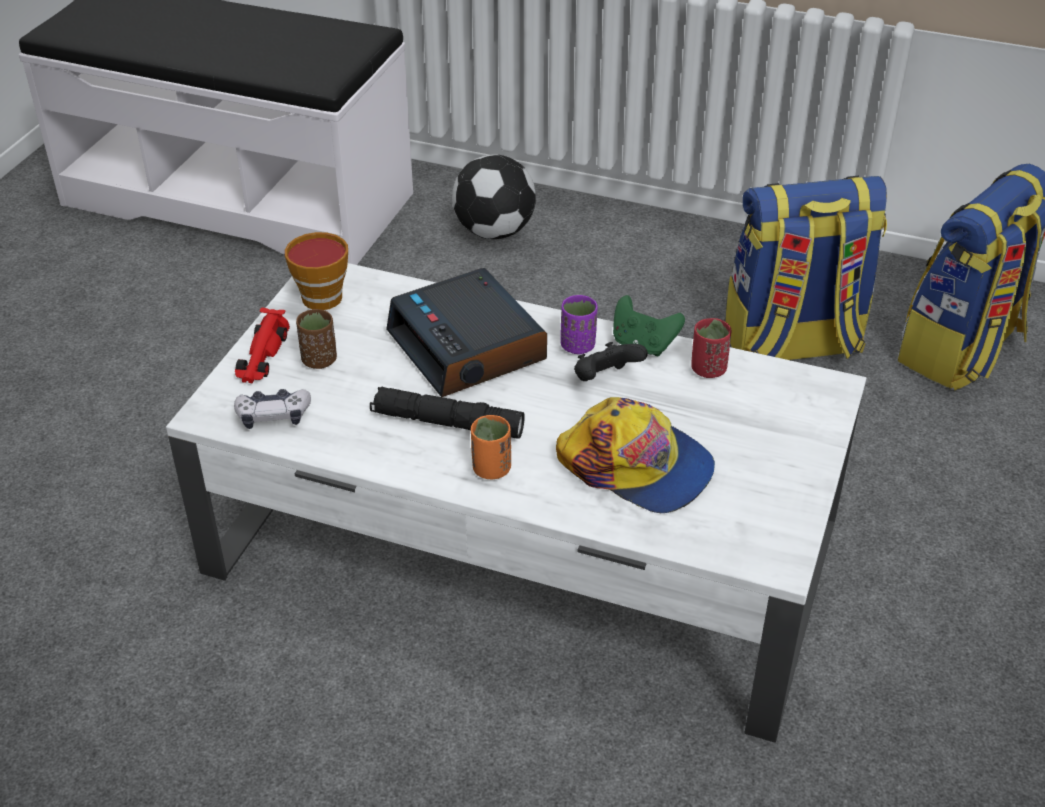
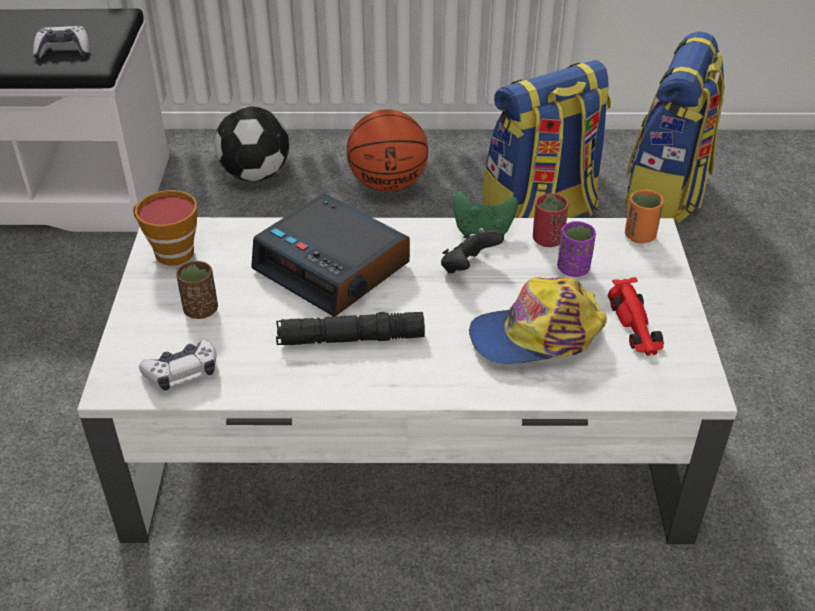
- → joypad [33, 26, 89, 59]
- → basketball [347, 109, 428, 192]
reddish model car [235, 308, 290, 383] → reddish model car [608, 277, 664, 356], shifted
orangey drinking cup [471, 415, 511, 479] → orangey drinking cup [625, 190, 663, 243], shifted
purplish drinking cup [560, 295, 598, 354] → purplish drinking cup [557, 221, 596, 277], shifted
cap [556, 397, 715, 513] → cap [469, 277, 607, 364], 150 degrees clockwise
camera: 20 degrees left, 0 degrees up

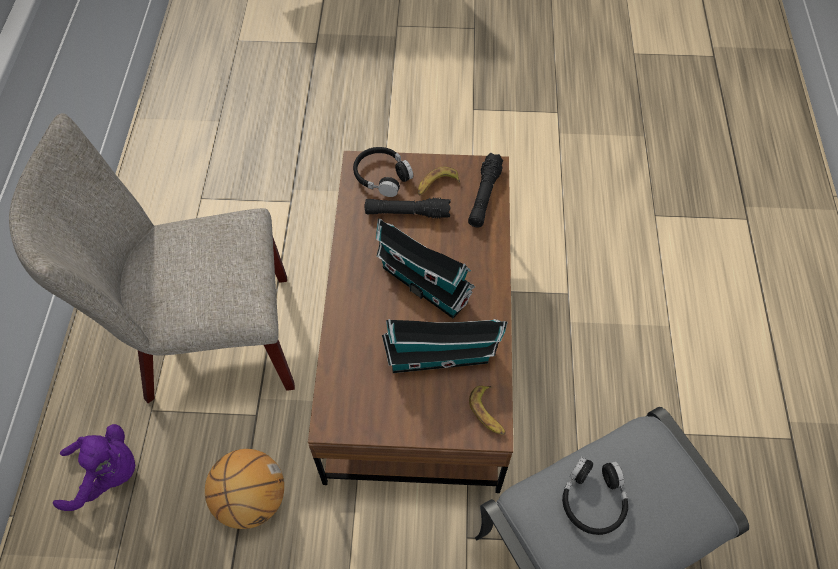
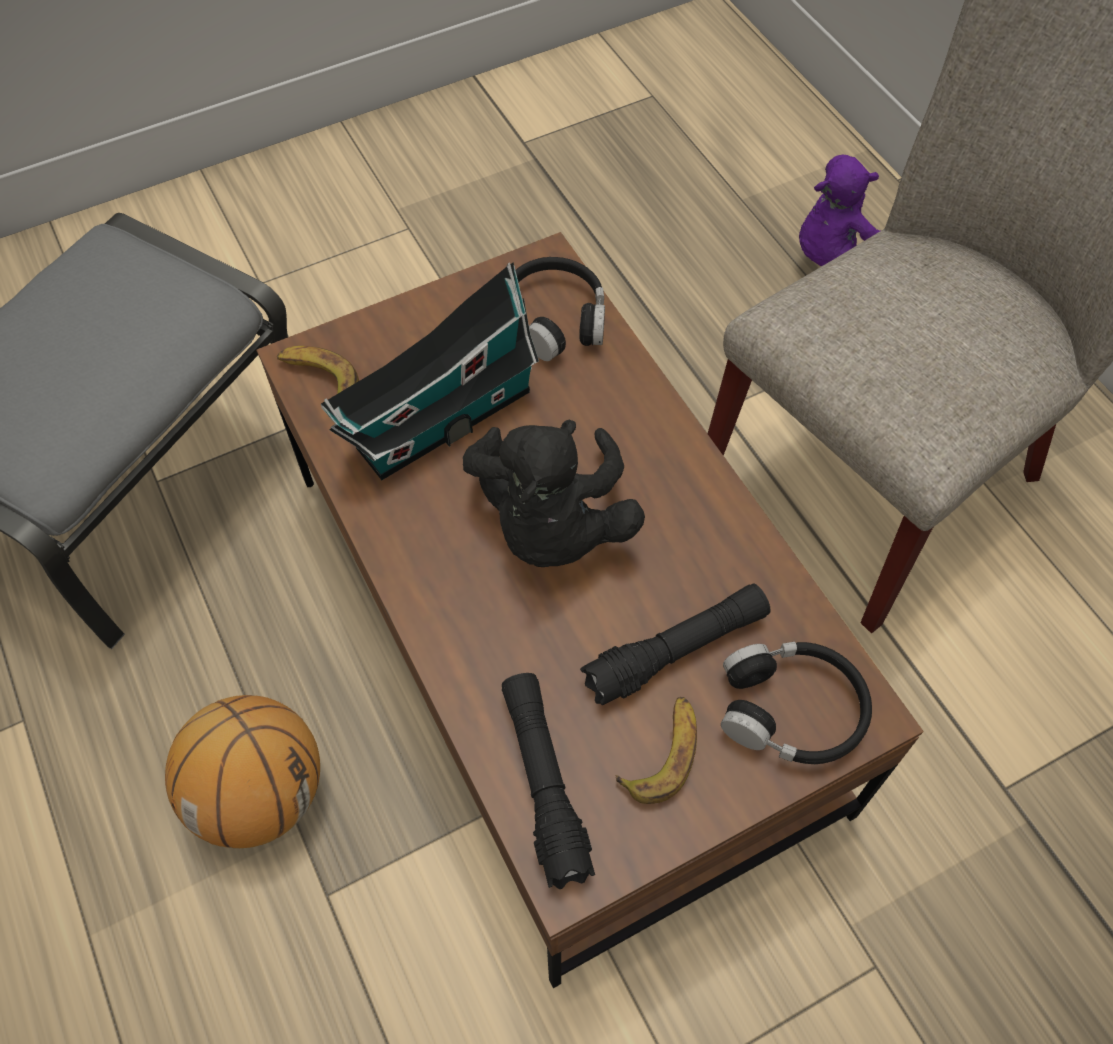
basketball [205, 449, 284, 529] → basketball [165, 695, 320, 848], shifted
blackish headset [562, 456, 628, 535] → blackish headset [516, 257, 605, 361], shifted
miniature house [376, 218, 475, 318] → blackish plush toy [463, 420, 645, 567]
camera: 150 degrees right, 0 degrees up

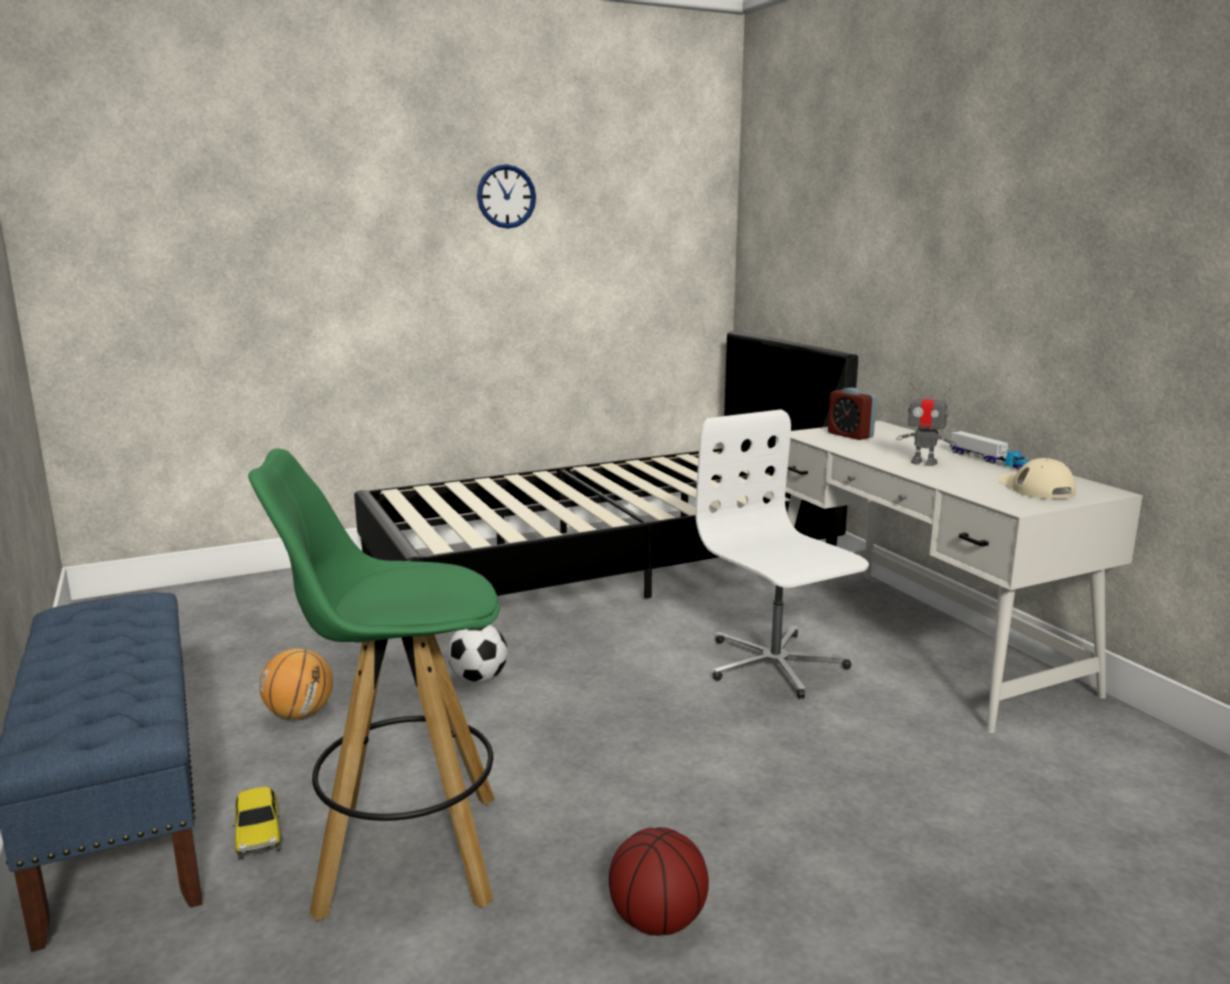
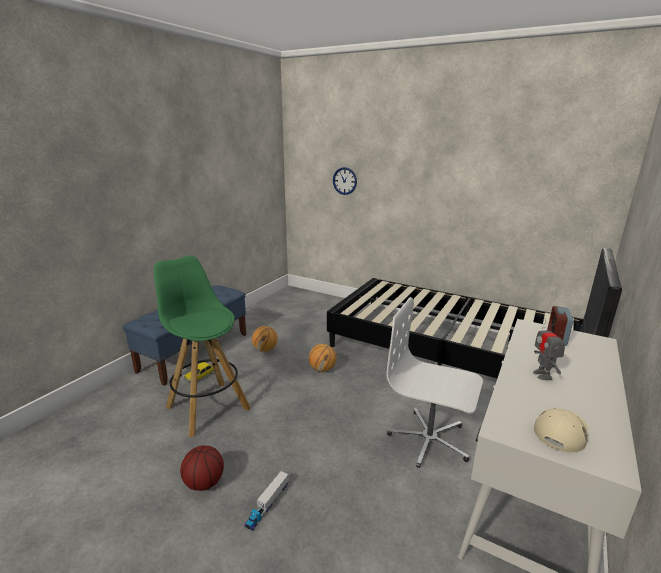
hanging clock [477, 164, 536, 229] → hanging clock [333, 167, 357, 195], shifted
toy lorry [950, 431, 1029, 471] → toy lorry [244, 471, 289, 531], shifted
ball for football [448, 625, 508, 683] → basketball [309, 344, 337, 372]
whitish computer chair [695, 409, 869, 699] → whitish computer chair [387, 297, 483, 468], 90 degrees counterclockwise
camera: 55 degrees right, 5 degrees up

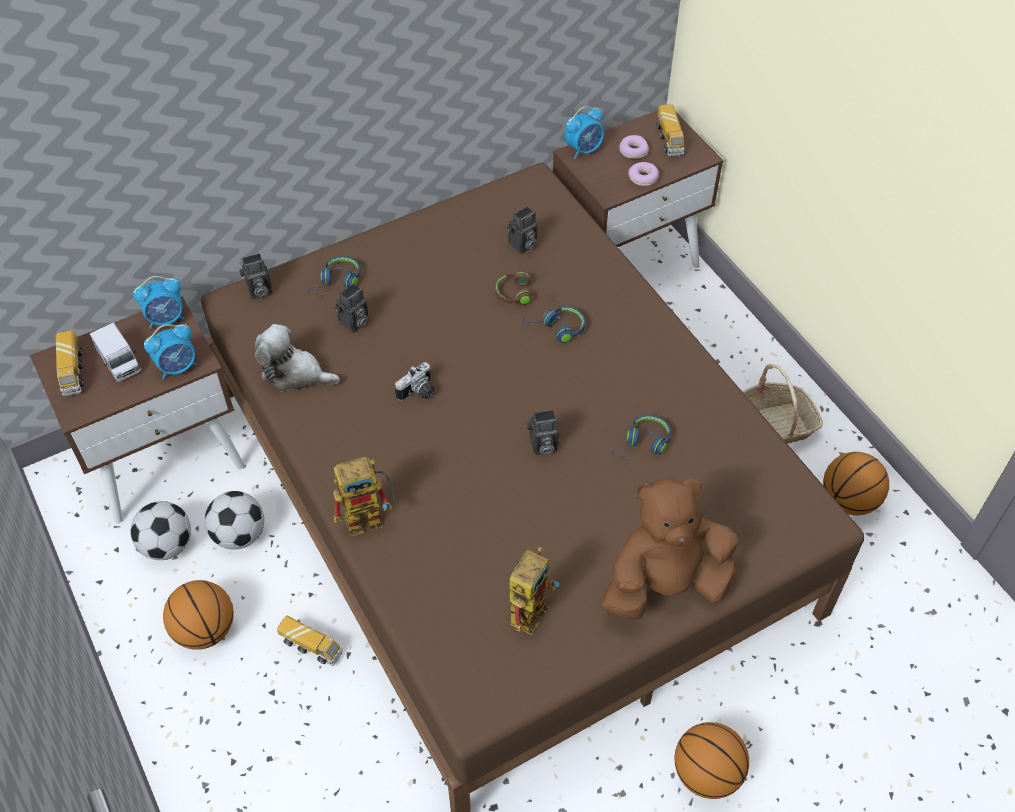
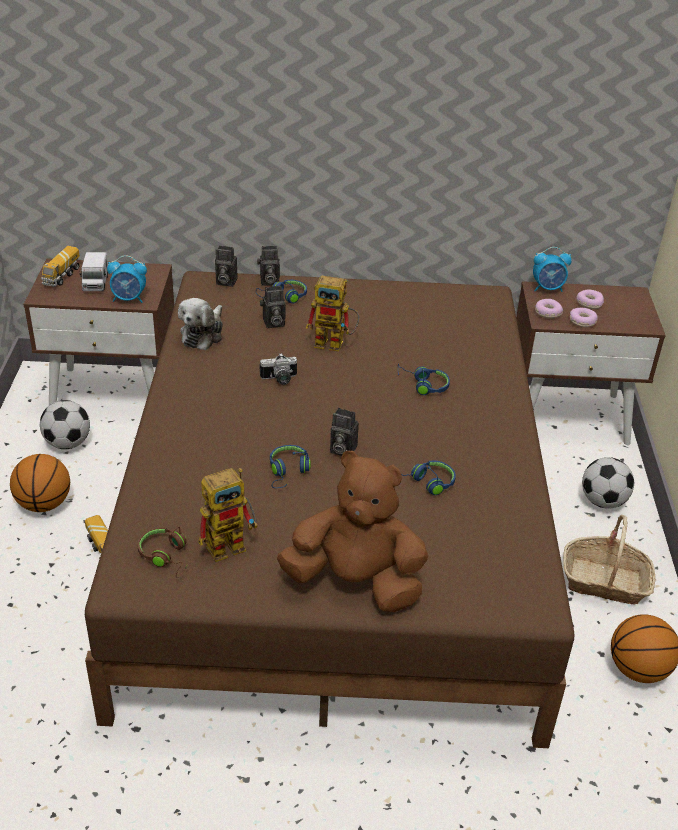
table clock [133, 276, 185, 329] → -
toy lorry [657, 104, 685, 157] → -
basketball [675, 722, 749, 799] → -
- → bluish headset [270, 445, 311, 488]
- → doughnut [535, 299, 563, 318]
ball for football [205, 491, 264, 550] → ball for football [582, 457, 634, 509], shifted
model robot [333, 456, 394, 537] → model robot [306, 276, 360, 352], shifted
brown-coloured headset [495, 267, 550, 305] → brown-coloured headset [137, 527, 188, 578], shifted
photo camera [506, 207, 537, 254] → photo camera [257, 246, 280, 286], shifted
plush toy [255, 324, 340, 391] → plush toy [178, 298, 223, 350], 120 degrees counterclockwise
camera: 30 degrees right, 15 degrees down

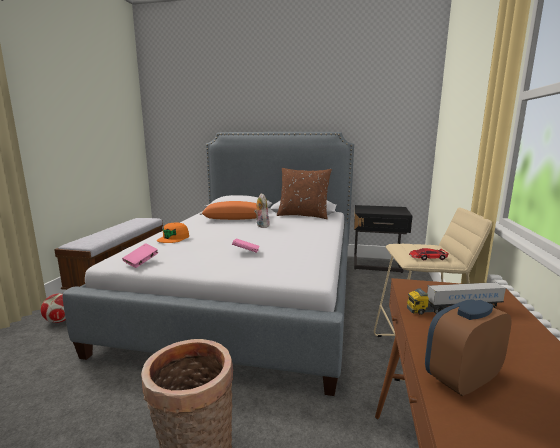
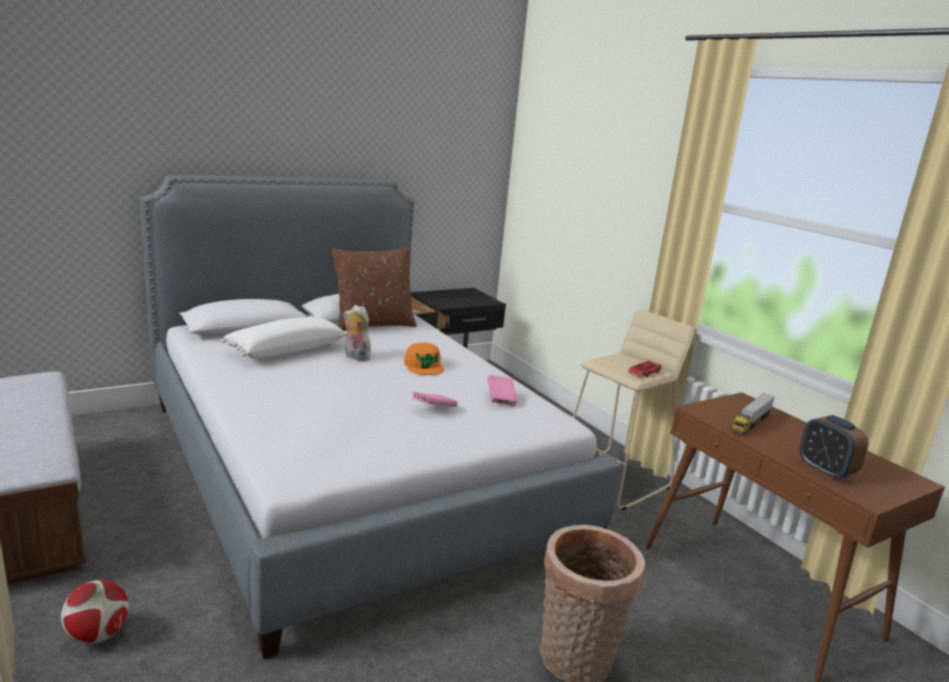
pink-coloured book [122, 243, 158, 268] → pink-coloured book [487, 375, 518, 406], shifted
orangey cap [157, 222, 189, 243] → orangey cap [404, 343, 444, 375], shifted
orangey cushion [200, 201, 269, 220] → whitish cushion [221, 317, 347, 359]
table clock [425, 299, 511, 396] → table clock [799, 415, 868, 480], 45 degrees counterclockwise
camera: 45 degrees left, 5 degrees up

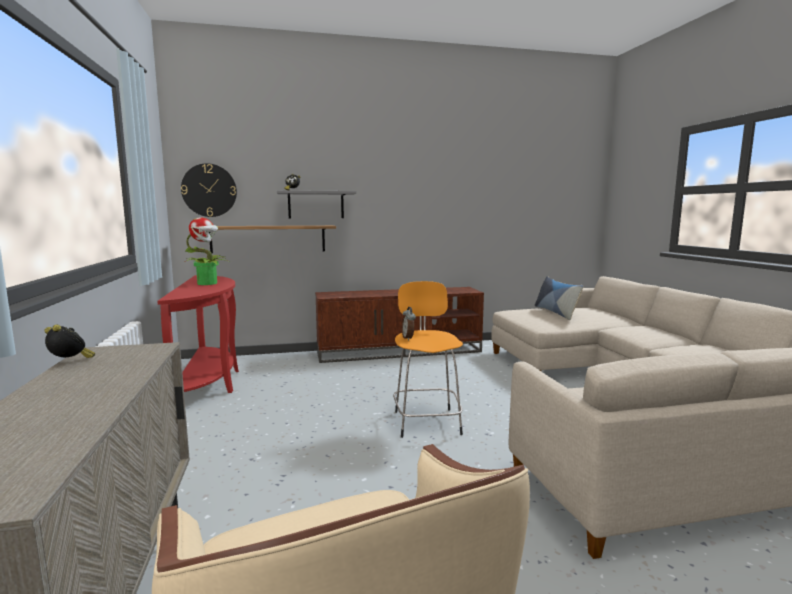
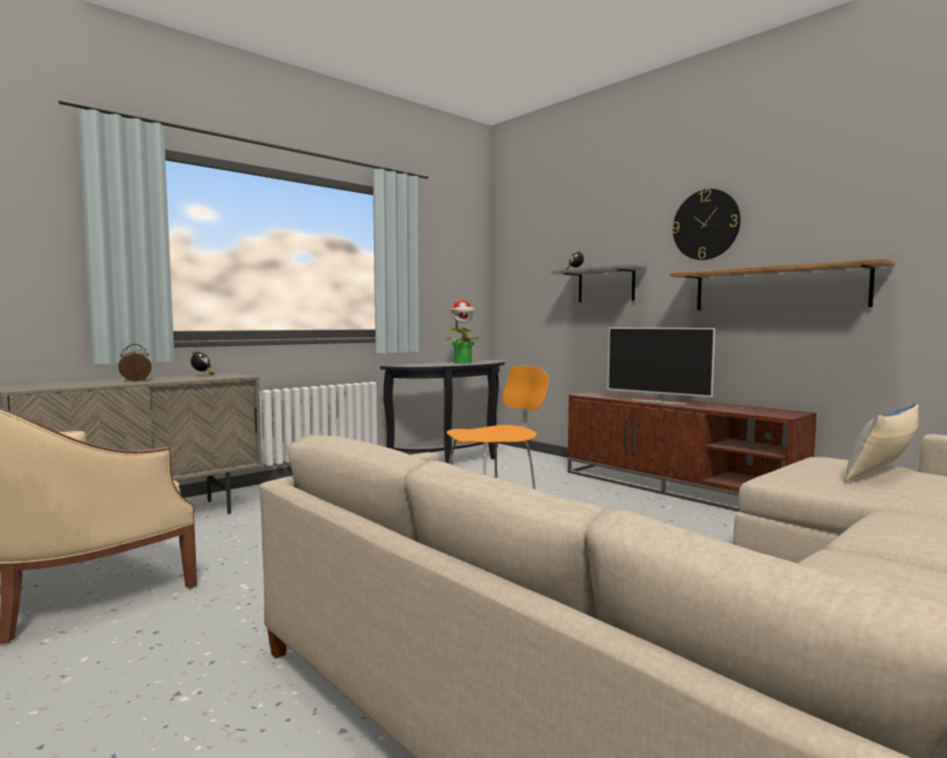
- → TV set [608, 328, 715, 404]
hanging clock [181, 163, 237, 217] → hanging clock [672, 189, 741, 260], shifted
bracket shelf [209, 225, 336, 253] → bracket shelf [670, 259, 895, 310], shifted
table clock [402, 307, 416, 341] → table clock [118, 344, 152, 382], shifted
reddish narrow table [157, 275, 239, 393] → blackish narrow table [380, 360, 505, 464]
camera: 60 degrees right, 5 degrees down

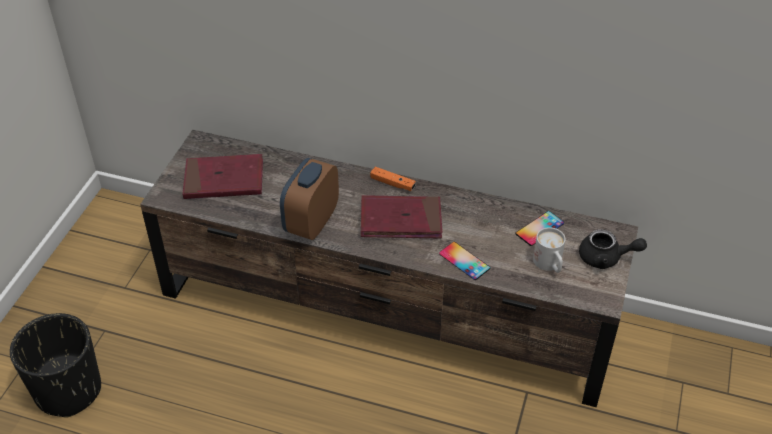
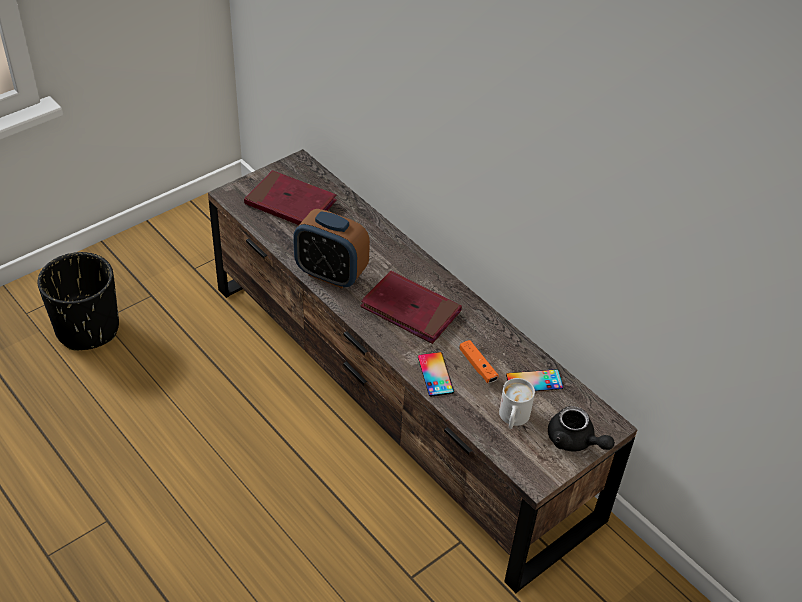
orangey joypad [370, 167, 416, 191] → orangey joypad [459, 340, 498, 383], shifted
table clock [280, 158, 339, 240] → table clock [293, 209, 370, 288], 120 degrees counterclockwise
camera: 30 degrees right, 0 degrees up

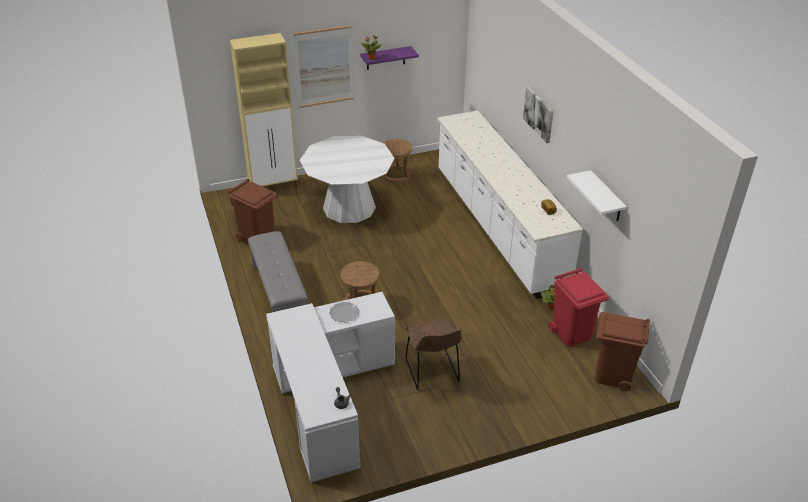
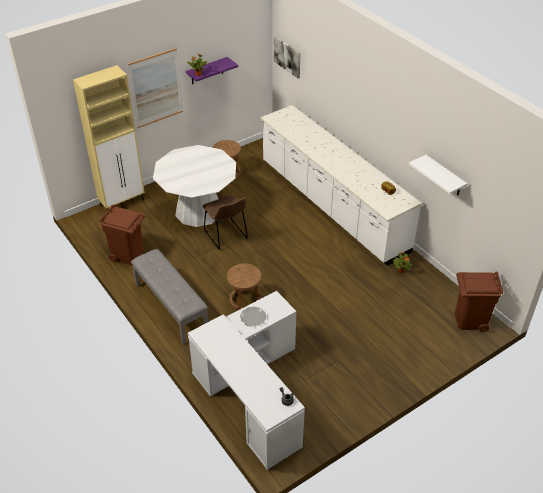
reddish waste bin [549, 268, 609, 347] → -
brown-coloured plain chair [405, 319, 462, 390] → brown-coloured plain chair [202, 195, 248, 249], shifted
wall art [523, 87, 554, 143] → wall art [274, 36, 300, 78], shifted
camera: 15 degrees left, 5 degrees up

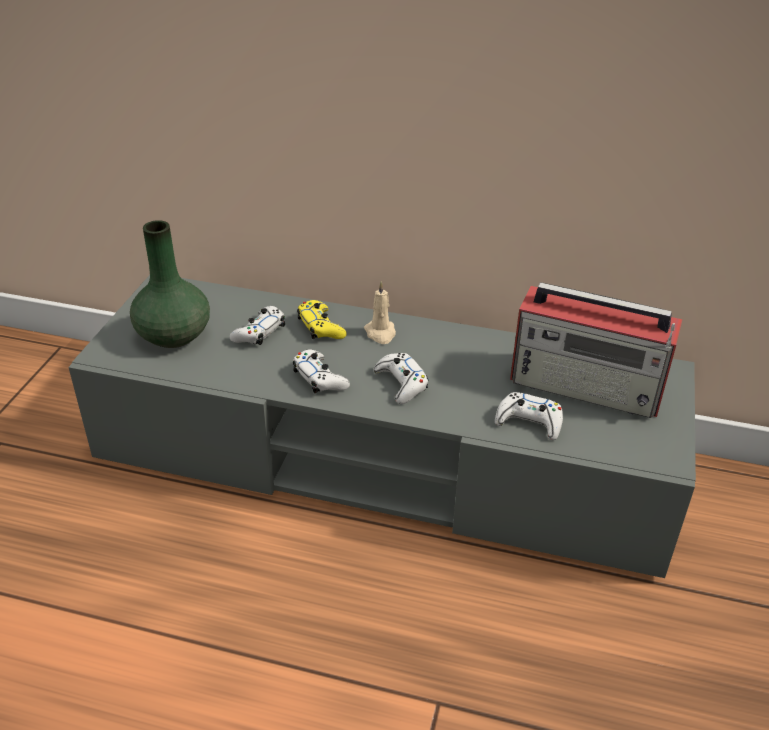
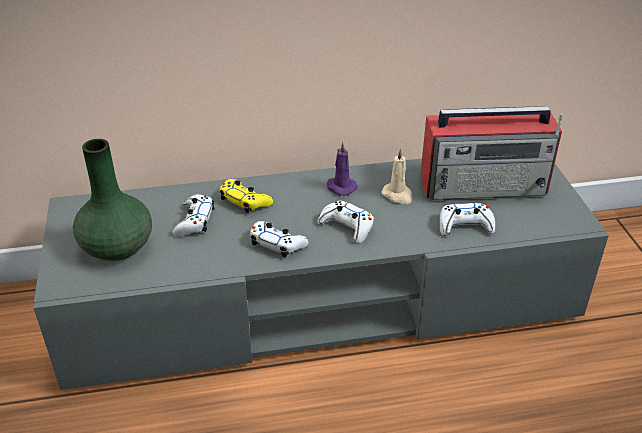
- → purplish wax light [327, 142, 357, 196]
beige wax light [364, 281, 396, 344] → beige wax light [382, 148, 412, 204], shifted
camera: 25 degrees left, 0 degrees up

